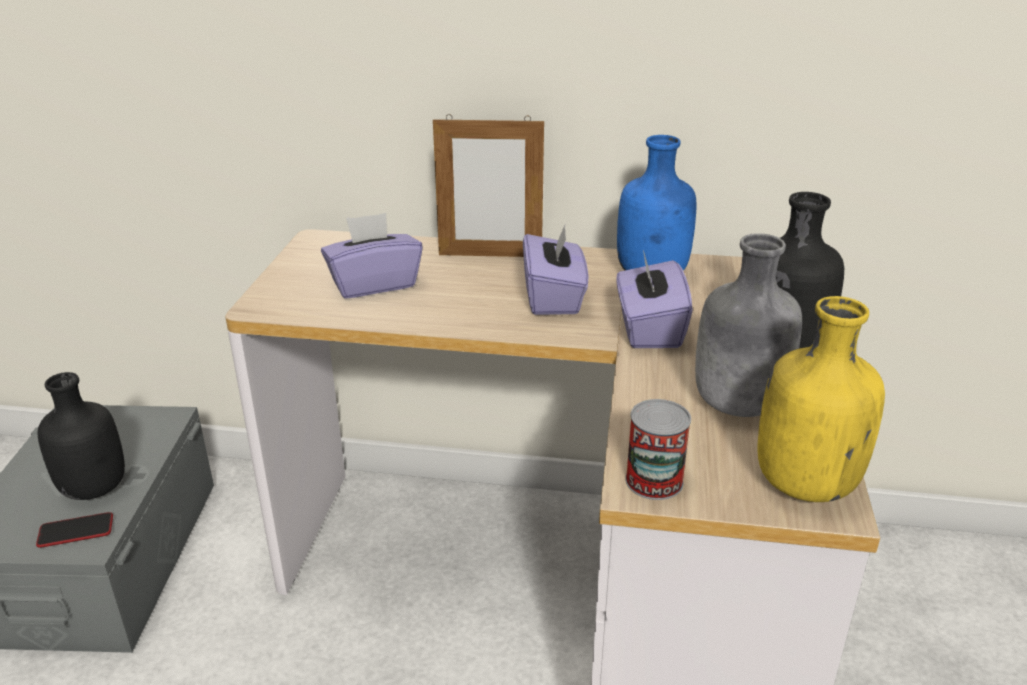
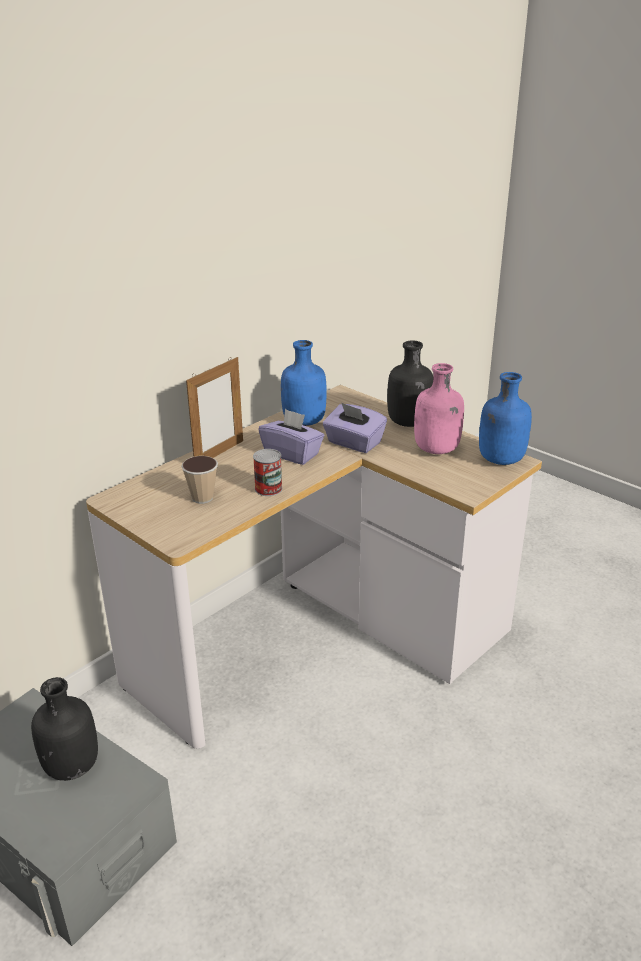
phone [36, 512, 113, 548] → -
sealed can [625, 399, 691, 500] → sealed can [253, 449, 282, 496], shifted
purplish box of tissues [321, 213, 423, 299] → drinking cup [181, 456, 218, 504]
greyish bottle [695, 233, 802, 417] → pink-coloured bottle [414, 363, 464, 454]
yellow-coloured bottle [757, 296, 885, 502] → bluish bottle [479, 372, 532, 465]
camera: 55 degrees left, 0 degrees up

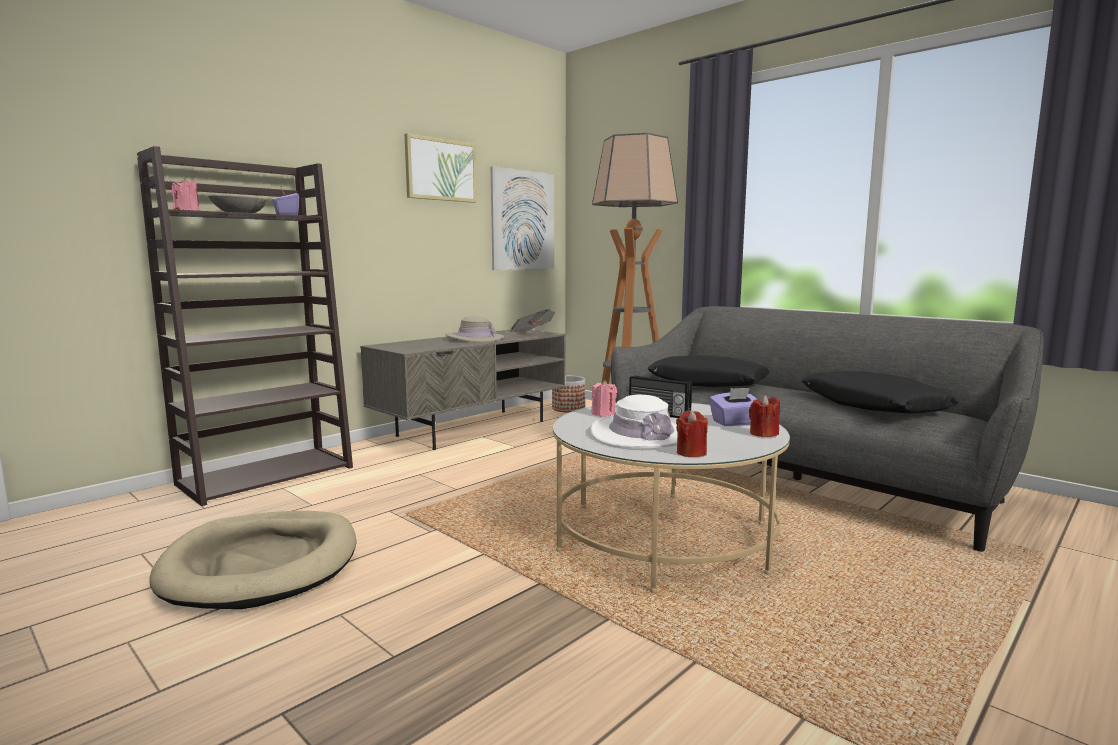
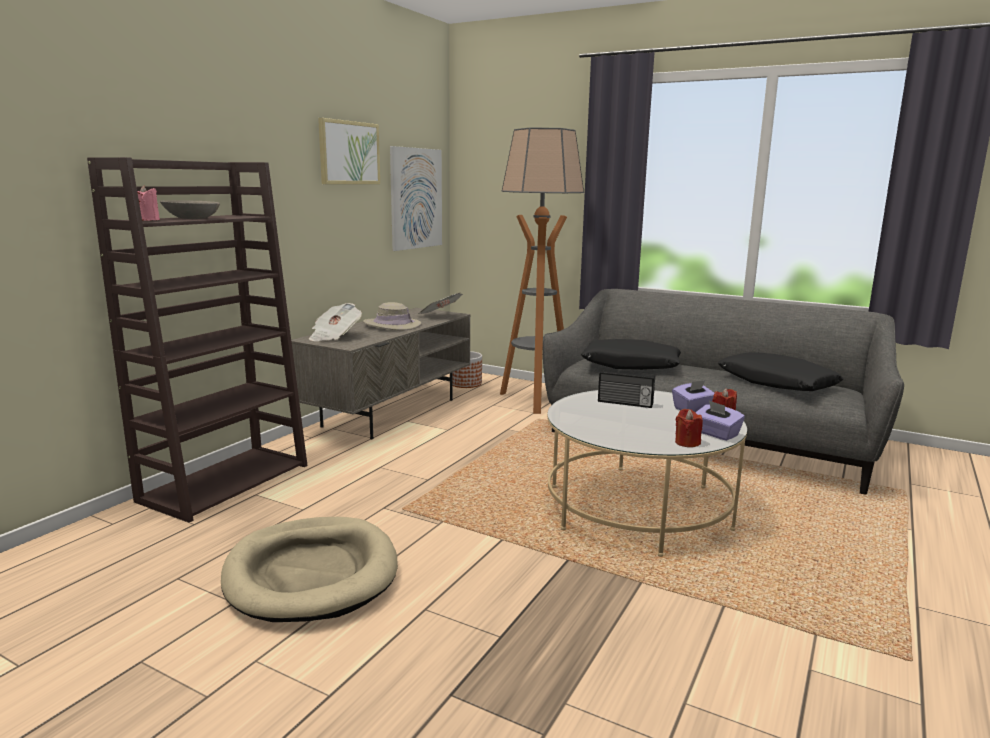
pink-coloured wax light [591, 380, 617, 417] → -
whitish wearable hat [591, 395, 678, 448] → -
- → newspaper [309, 303, 362, 341]
purplish box of tissues [272, 186, 299, 215] → purplish box of tissues [696, 401, 745, 441], shifted
camera: 15 degrees left, 5 degrees up

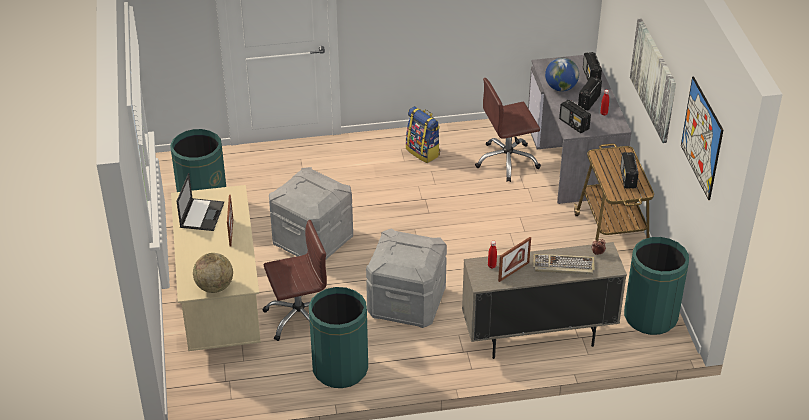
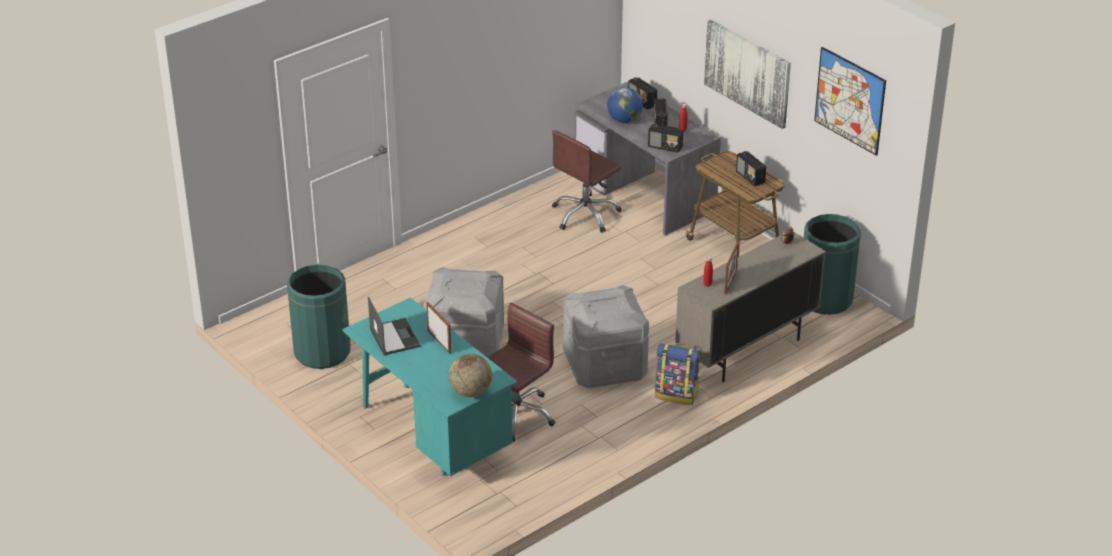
green-coloured waste bin [309, 287, 368, 388] → -
keyboard [533, 254, 595, 275] → -
knapsack [406, 106, 440, 163] → knapsack [655, 343, 700, 405], shifted
beige desk [171, 185, 261, 351] → blue-green desk [342, 297, 517, 476]
camera: 30 degrees left, 5 degrees down

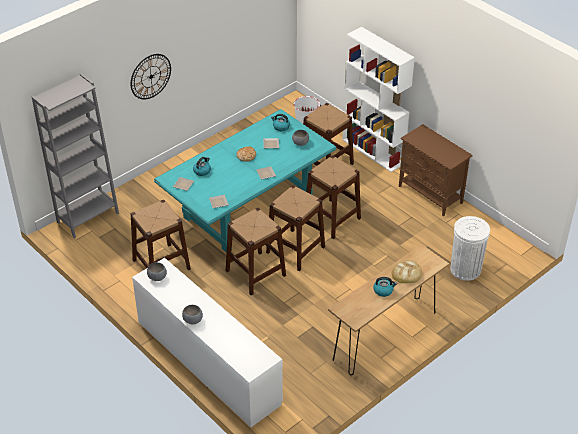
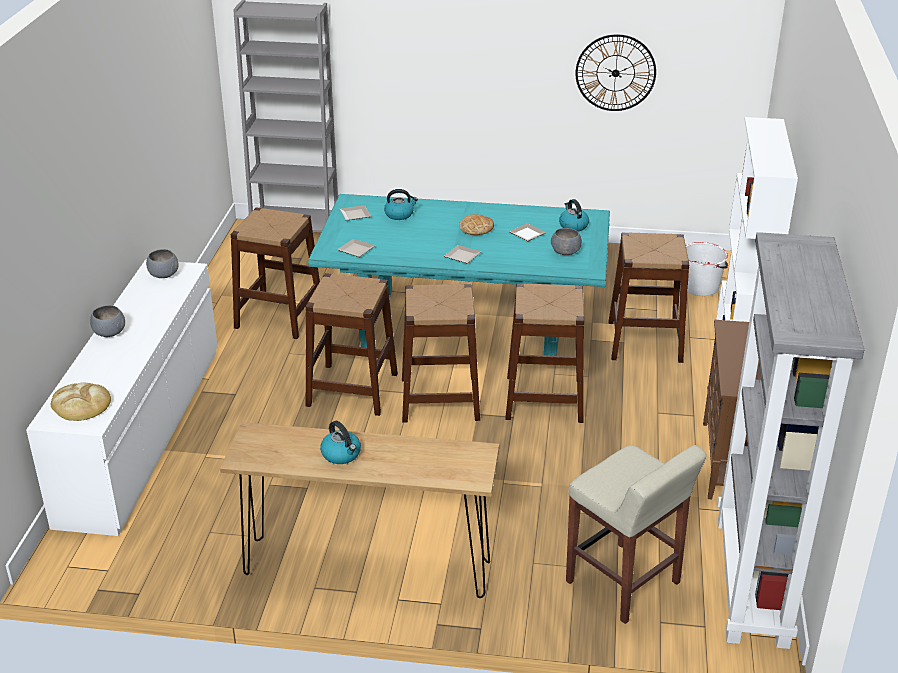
- → greyish bookcase [717, 232, 864, 649]
hanging clock [131, 54, 171, 99] → hanging clock [576, 34, 656, 111], shifted
bakery bread [392, 260, 422, 283] → bakery bread [51, 382, 111, 421], shifted
whitish waste bin [450, 216, 490, 281] → beige sitting stool [566, 445, 706, 624]
camera: 50 degrees right, 10 degrees down

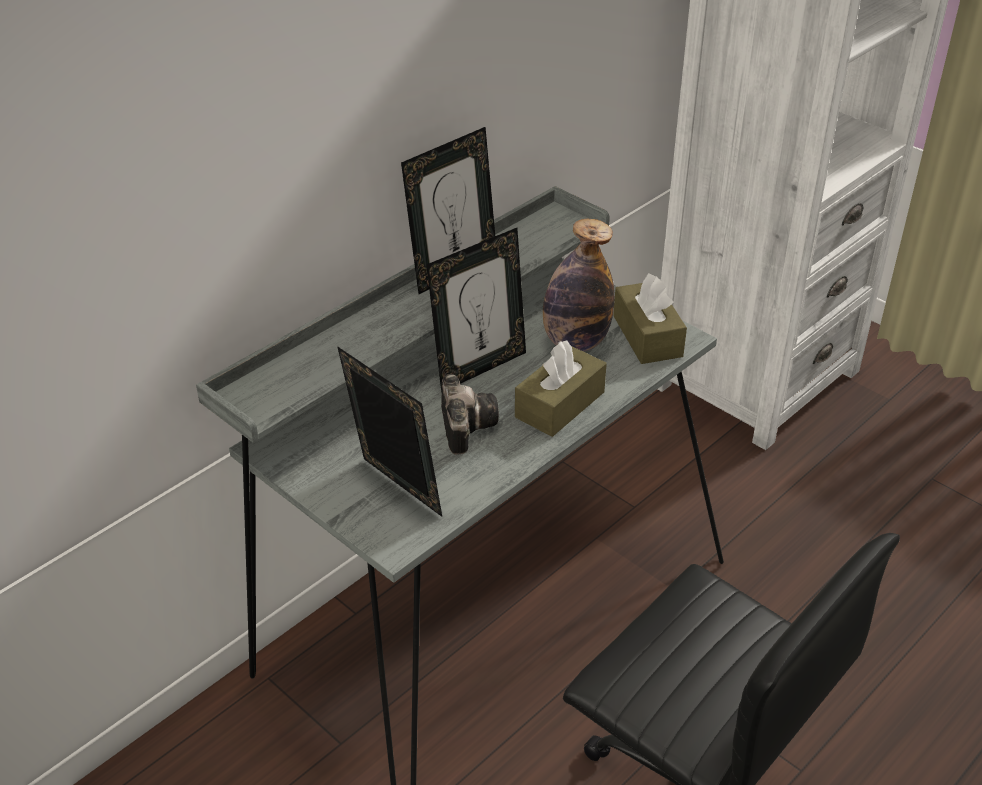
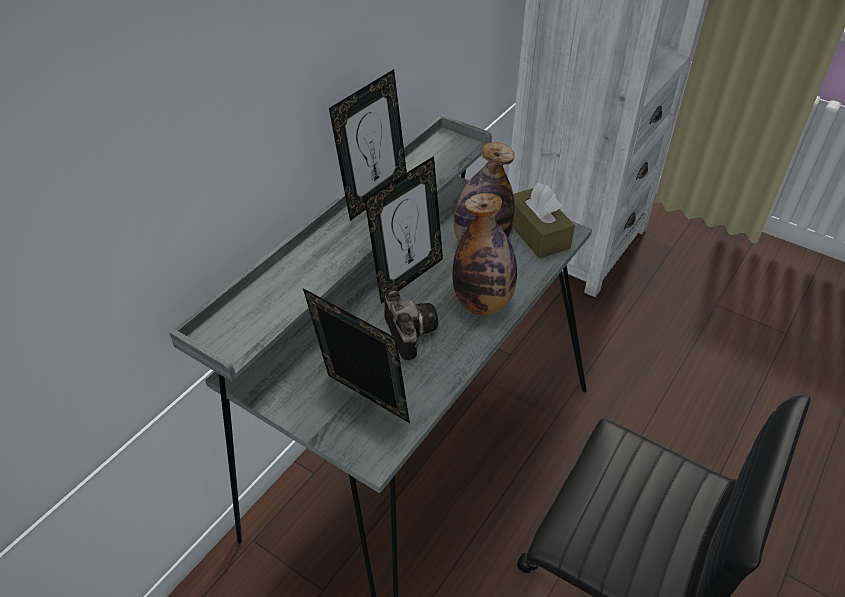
brown-coloured box of tissues [515, 341, 607, 437] → bottle [453, 193, 517, 315]
camera: 10 degrees left, 5 degrees up

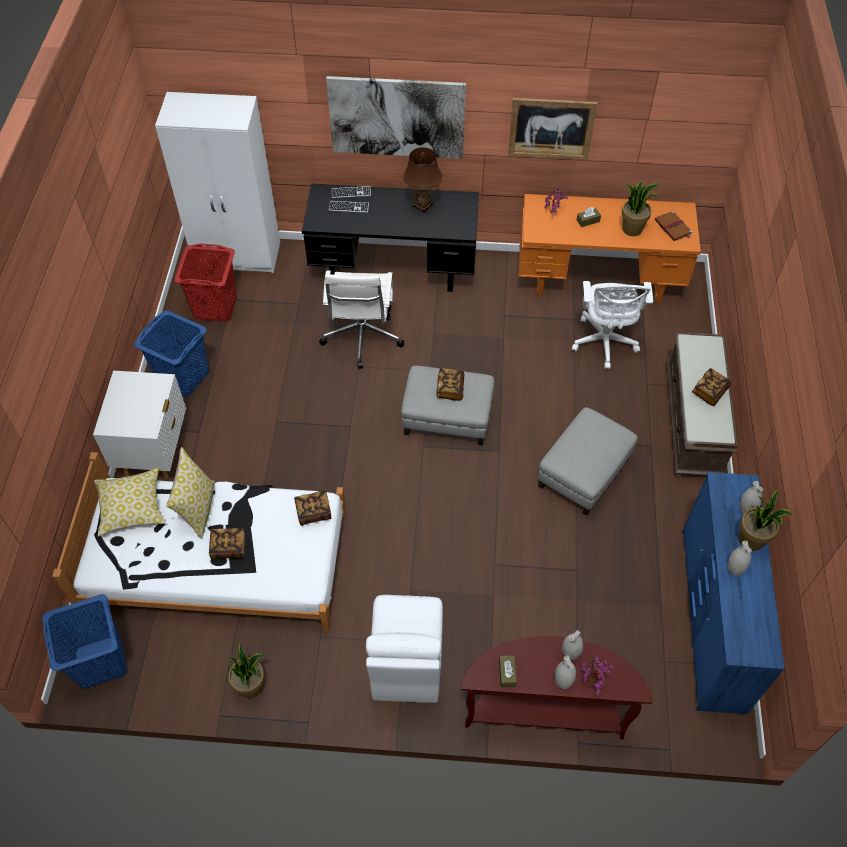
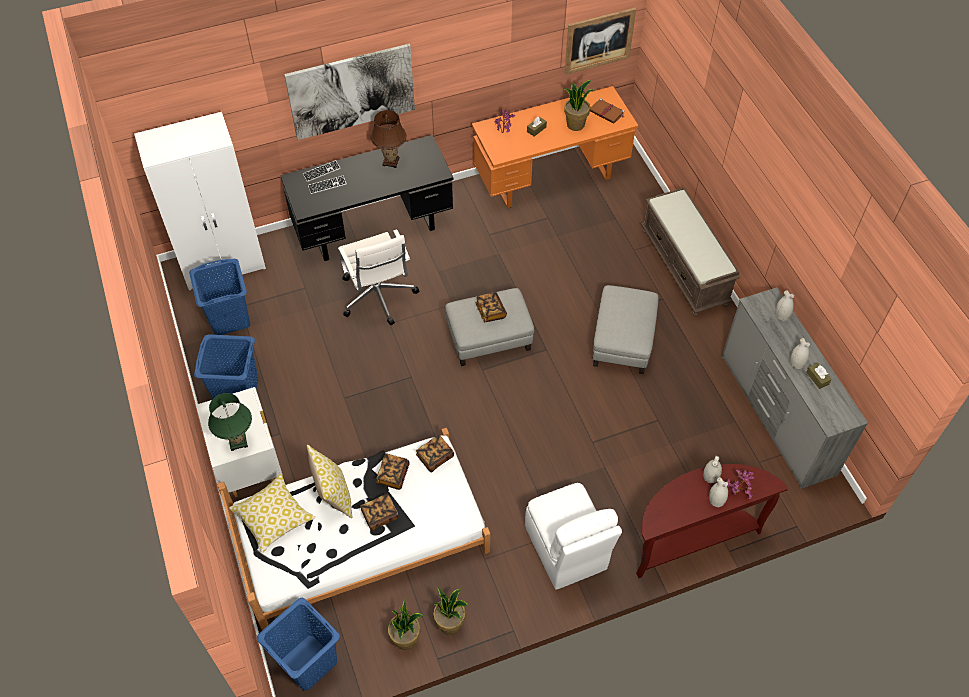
whitish computer chair [572, 281, 653, 369] → -
- → green-coloured table lamp [208, 393, 252, 451]
brown-coloured box of tissues [499, 655, 517, 687] → brown-coloured box of tissues [806, 363, 832, 389], shifted
wall art [508, 98, 597, 160] → wall art [564, 8, 636, 75], shifted
book [692, 368, 731, 406] → book [376, 454, 410, 490], shifted
plant in a pot [738, 490, 792, 551] → plant in a pot [388, 599, 423, 650], shifted
reddish hamper [174, 243, 237, 322] → bluish hamper [189, 259, 250, 335]
bluish drawer chest [682, 472, 785, 714] → greyish drawer chest [721, 287, 868, 489]
camera: 25 degrees left, 0 degrees up

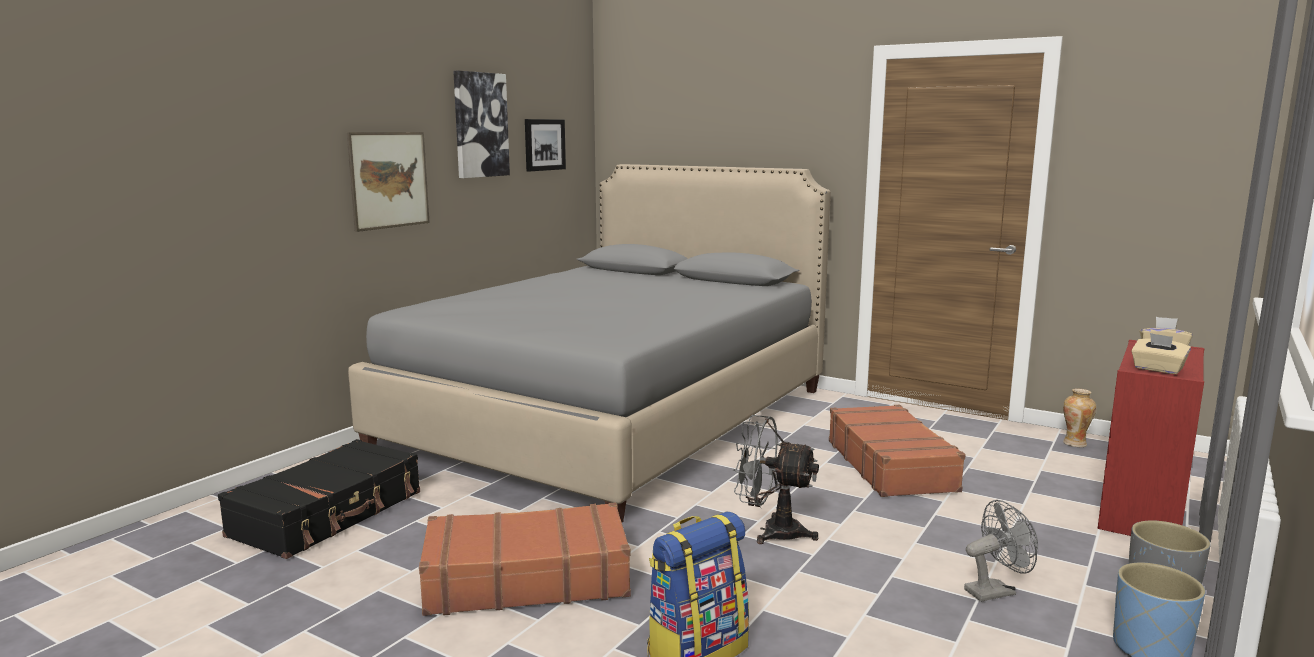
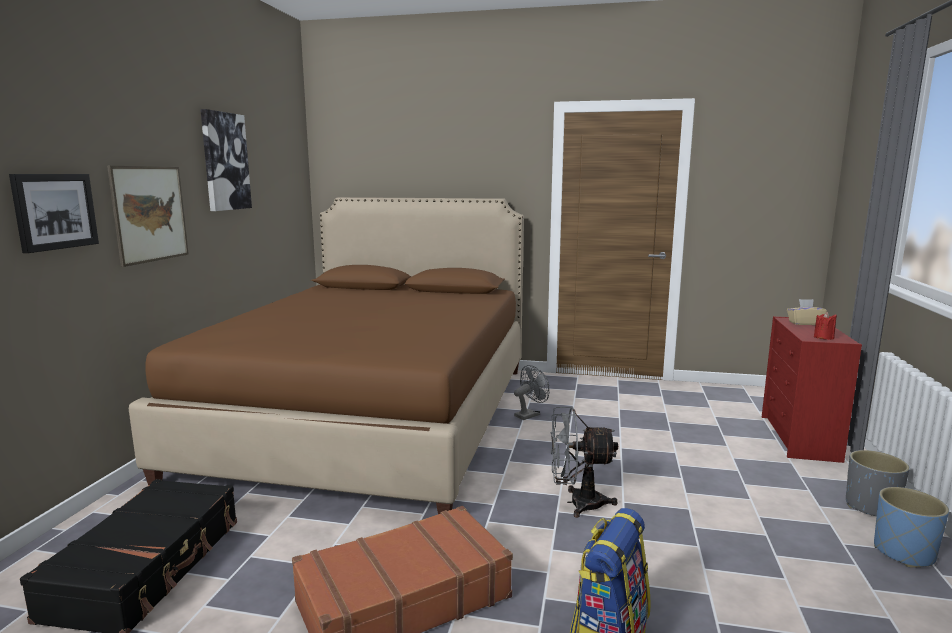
brown-coloured piece of luggage [829, 405, 966, 497] → -
decorative vase [1063, 389, 1096, 447] → -
wall art [525, 119, 566, 171] → wall art [9, 174, 99, 253], shifted
greyish fan [964, 500, 1038, 602] → greyish fan [514, 365, 549, 420], shifted
beige box of tissues [1131, 333, 1191, 374] → reddish wax light [814, 312, 837, 340]
greyish sleeping bed [348, 164, 831, 522] → brown-coloured sleeping bed [129, 197, 524, 514]
camera: 20 degrees left, 0 degrees up

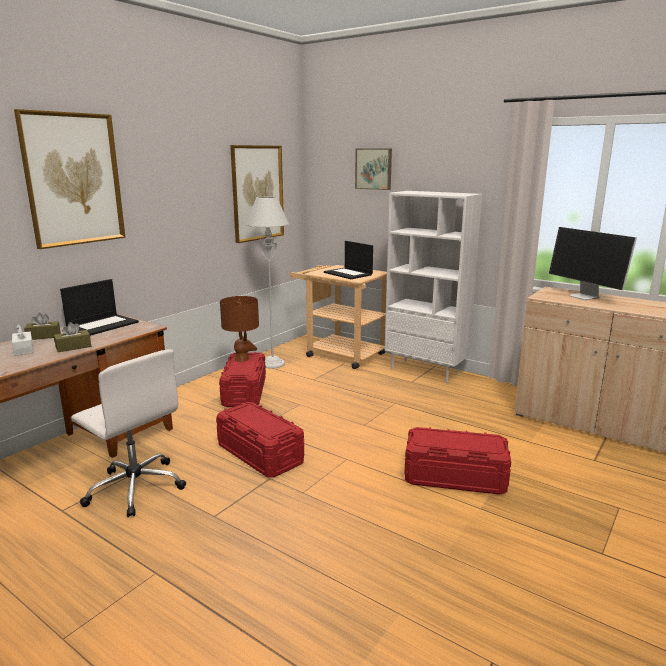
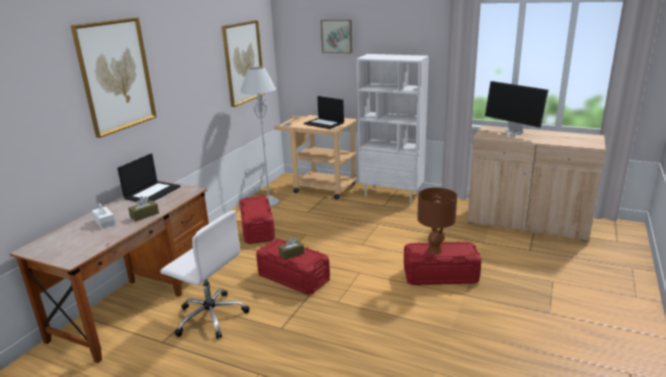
brown-coloured box of tissues [24, 313, 61, 340] → brown-coloured box of tissues [279, 238, 304, 260], shifted
brown-coloured table lamp [220, 296, 259, 362] → brown-coloured table lamp [417, 188, 457, 255], shifted
camera: 10 degrees left, 5 degrees up

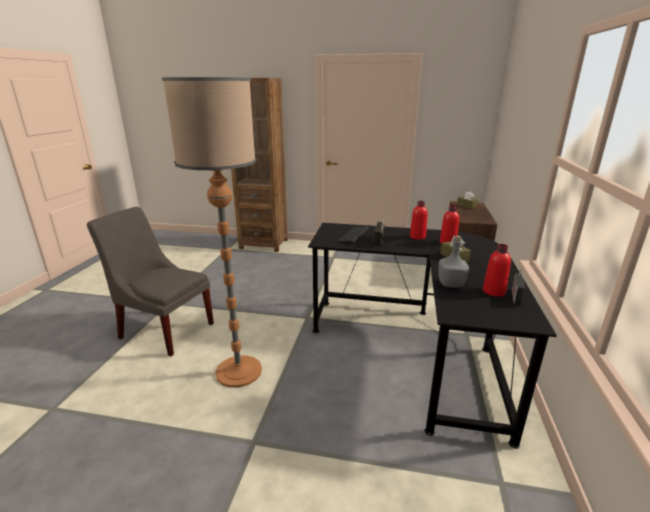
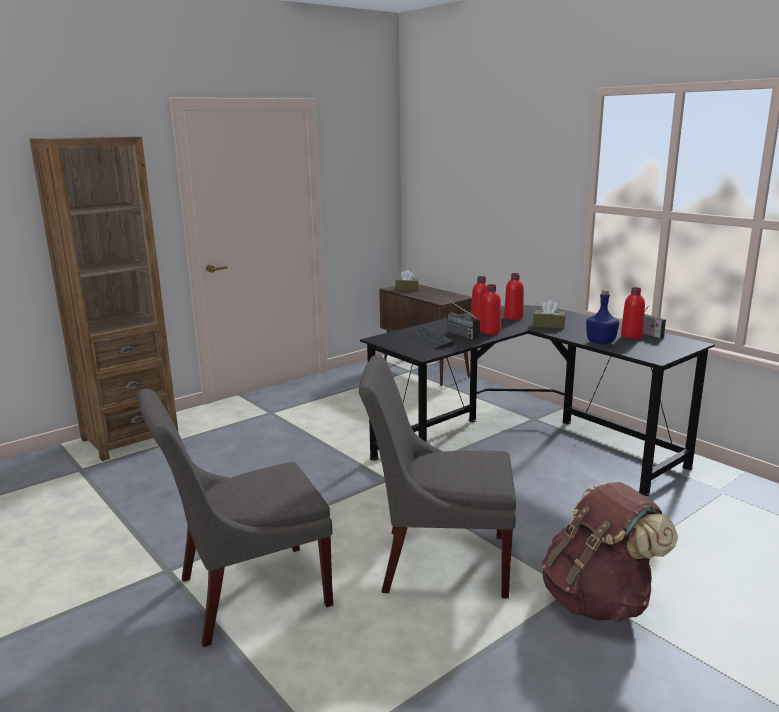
- → reddish bottle [480, 284, 501, 334]
- → brown-coloured knapsack [541, 481, 678, 622]
standing lamp [162, 77, 262, 388] → greyish plain chair [359, 355, 516, 598]
greyish bottle [438, 236, 469, 288] → bluish bottle [586, 290, 619, 345]
camera: 50 degrees left, 5 degrees down

